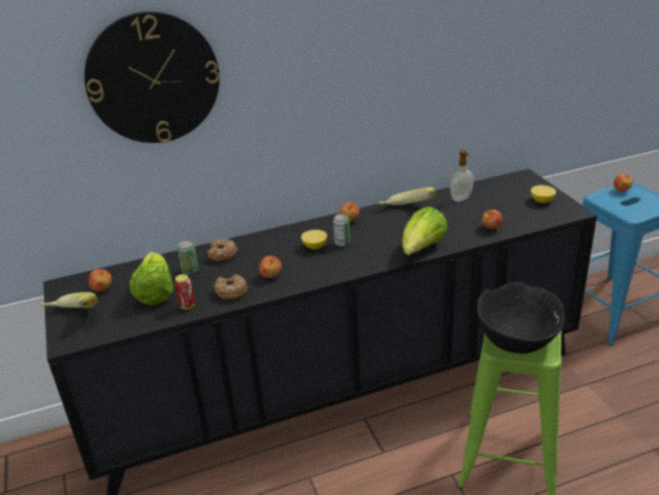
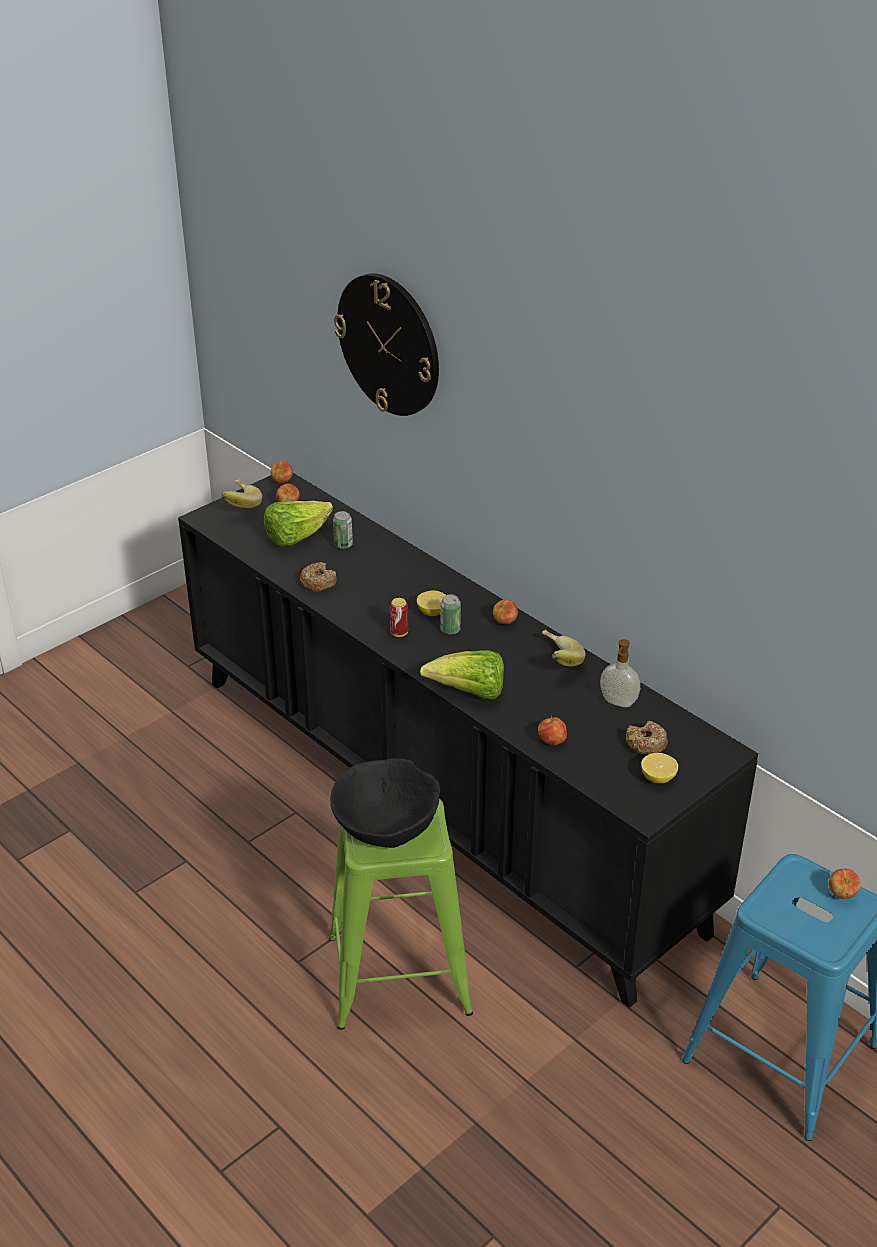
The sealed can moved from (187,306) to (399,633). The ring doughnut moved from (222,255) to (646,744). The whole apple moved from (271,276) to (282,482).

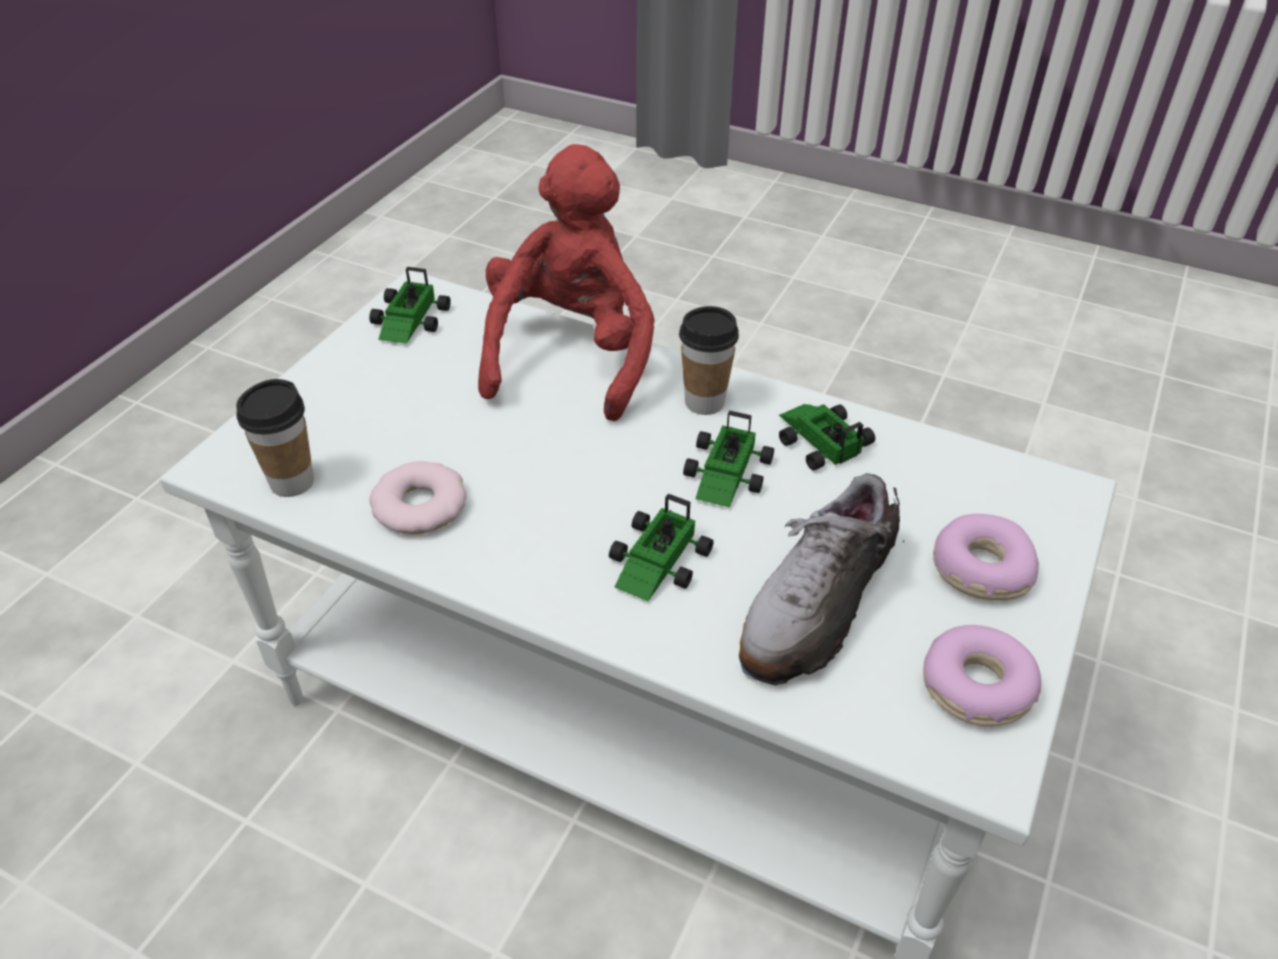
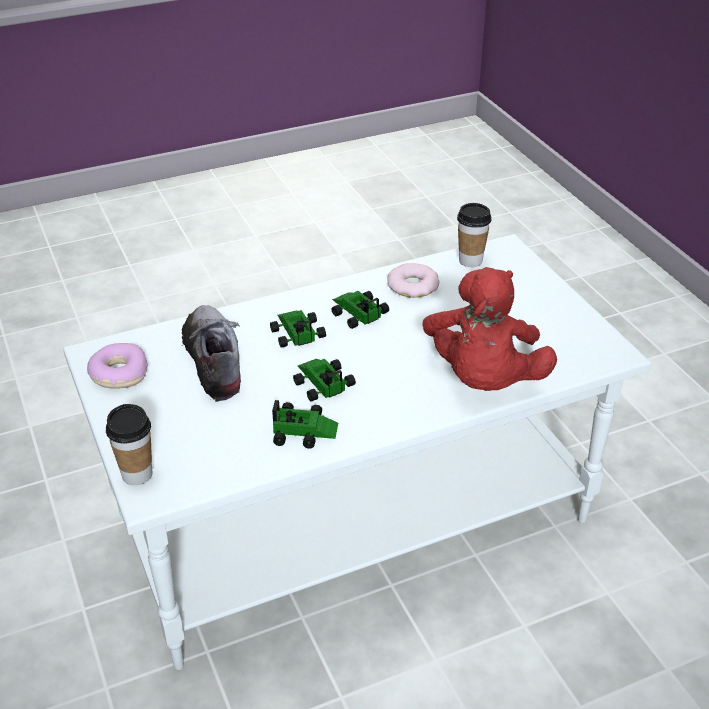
The ring doughnut at (979,569) disappeared. The miniature car moved from (408,321) to (356,310). The small cup moved from (704,402) to (137,474). The red-coloured soft toy at (571,355) turned 45 degrees clockwise.

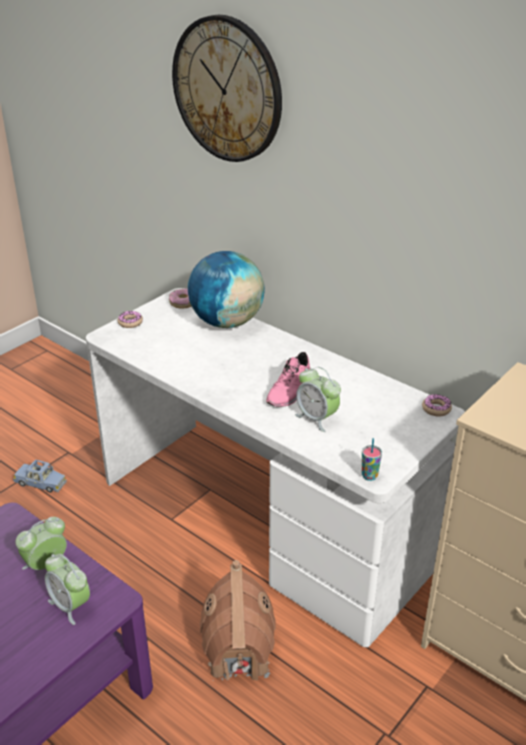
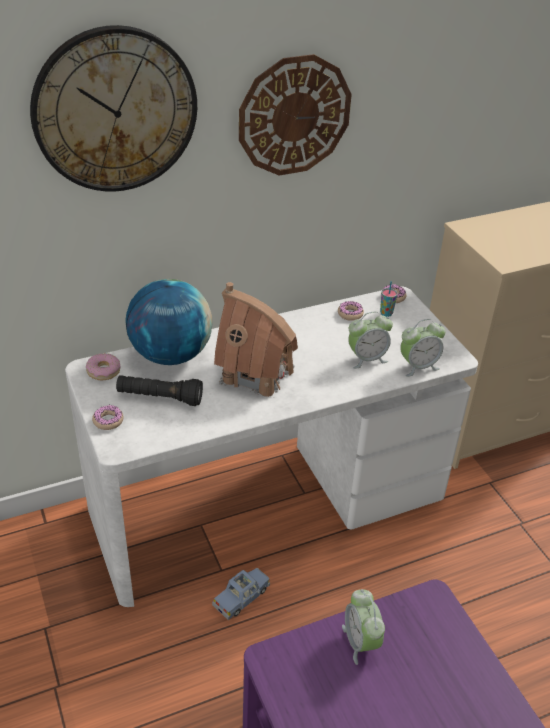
The pink-coloured shoe at (290,391) disappeared. The black torch at (159,398) appeared. The wall clock at (294,116) appeared. The ring doughnut at (350,314) appeared. The blue-coloured miniature car moved from (41,483) to (242,597). The table clock moved from (70,605) to (418,366). The miniature house moved from (238,653) to (256,374). The small cup moved from (369,476) to (386,313).

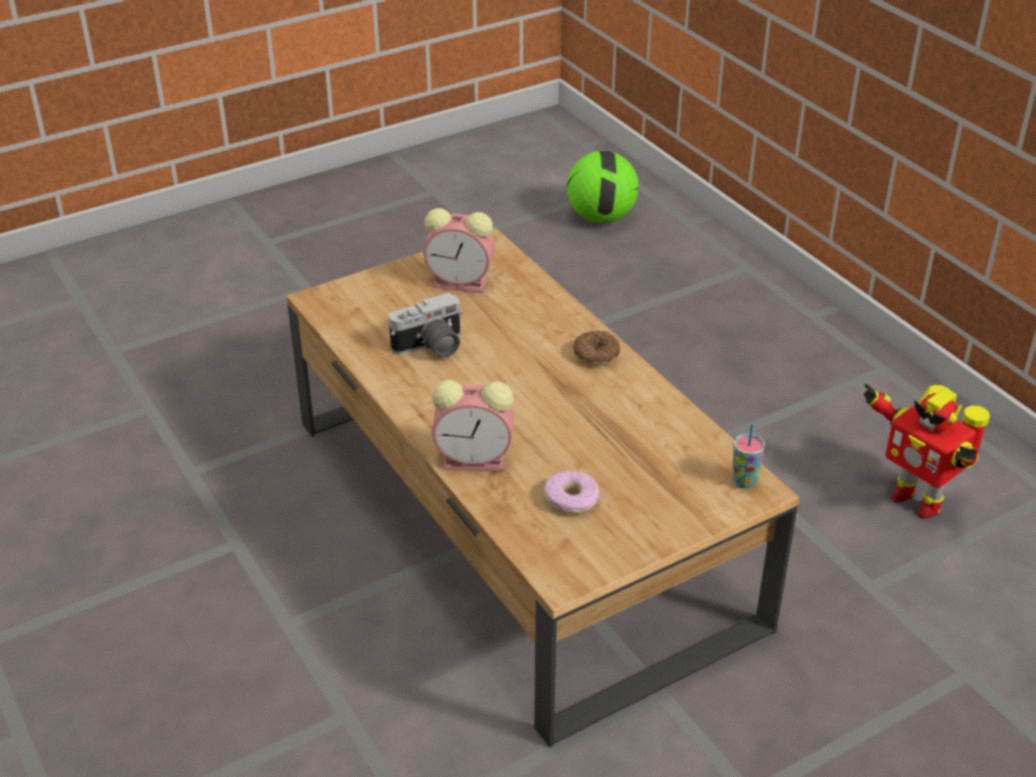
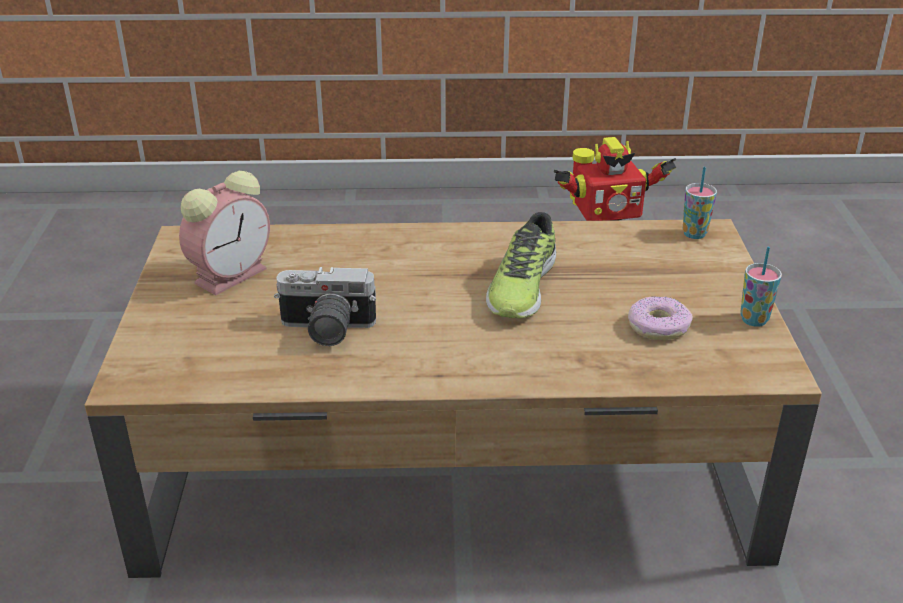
The table clock at (476,459) disappeared. The football at (601,218) disappeared. The ring doughnut at (596,355) disappeared. The shoe at (521,287) appeared. The small cup at (754,320) appeared. The photo camera at (431,348) turned 90 degrees clockwise.

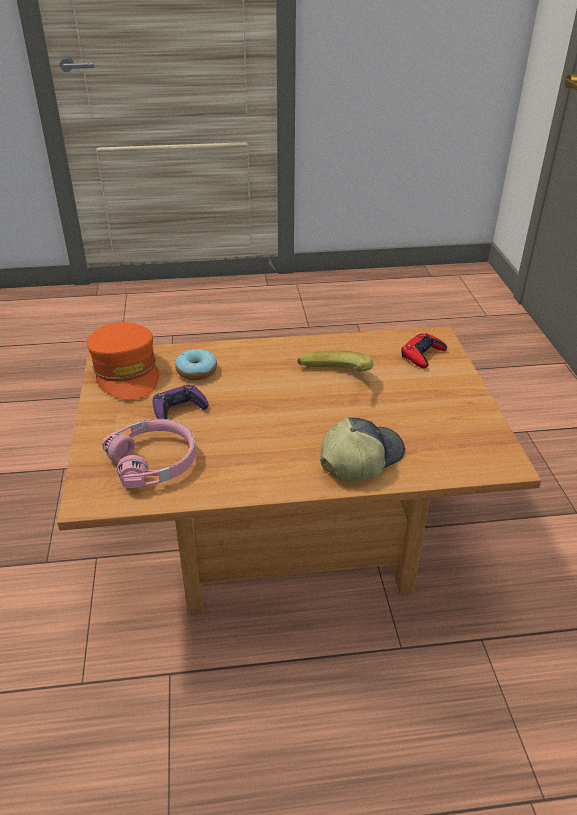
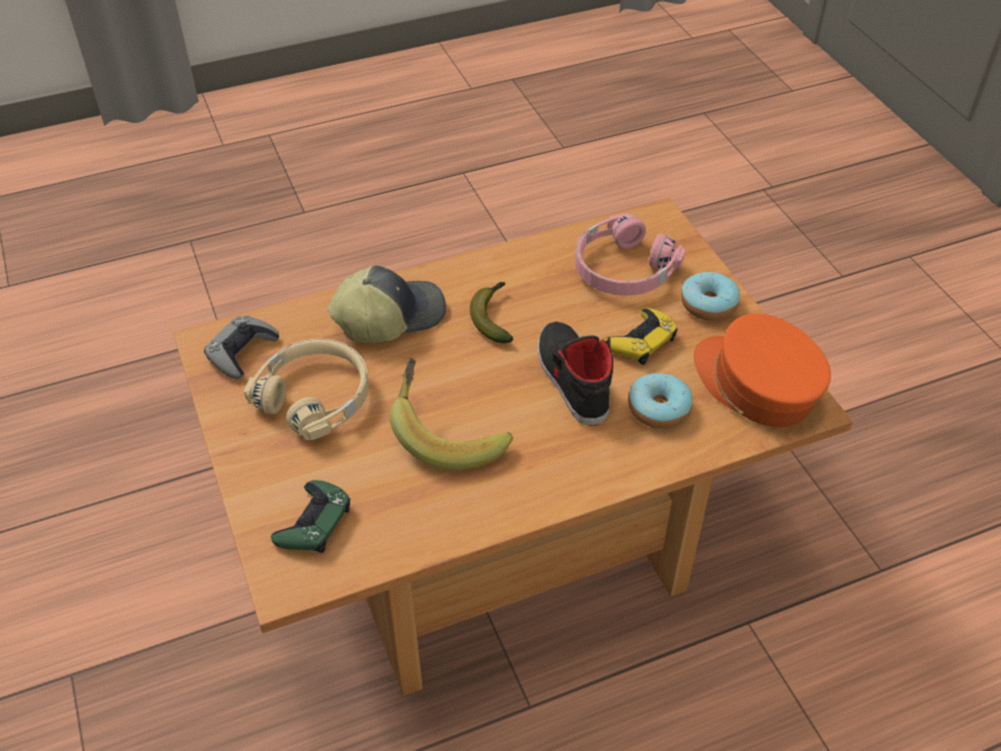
The gray gamepad at (242,352) appeared. The sand-coloured headset at (316,396) appeared. The banana fruit at (493,317) appeared. The black shoe at (571,378) appeared. The ring doughnut at (708,304) appeared. The purplish gamepad at (179,408) became the yellow gamepad at (641,341). The red-coloured gamepad at (422,355) became the green-coloured gamepad at (314,523). The peaked cap at (360,458) turned 150 degrees counterclockwise.

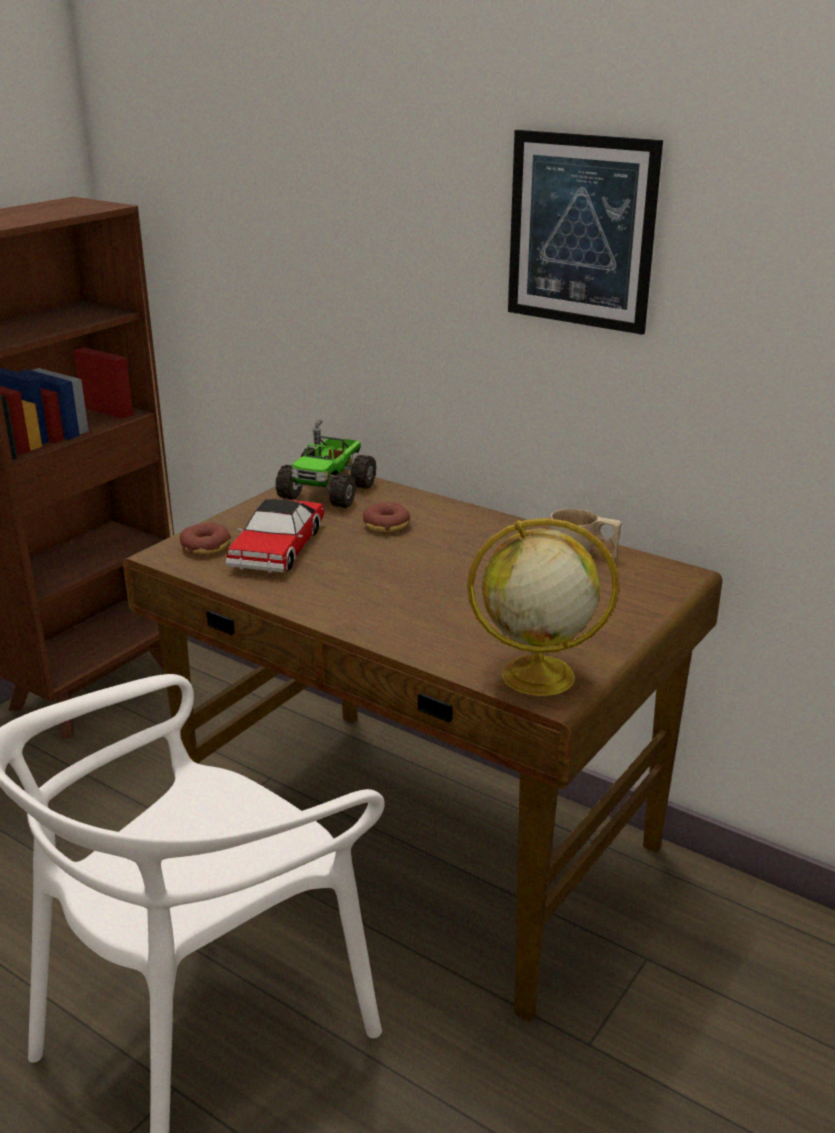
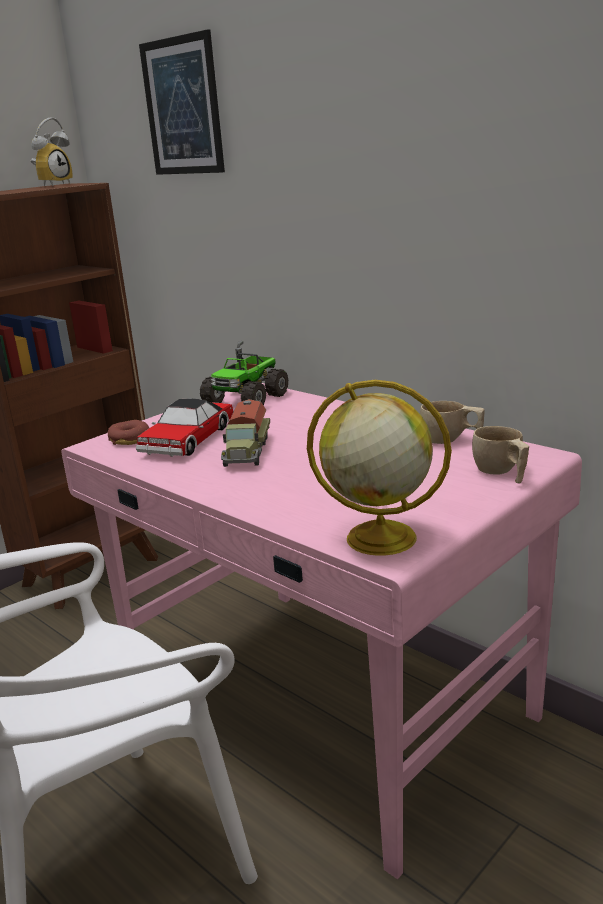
The ring doughnut at (386,525) disappeared. The table clock at (54,185) appeared. The toy truck at (246,451) appeared. The sand-coloured small cup at (501,473) appeared. The wall art moved from (581,231) to (182,107). The brown desk at (422,846) became the pink-coloured desk at (325,707).

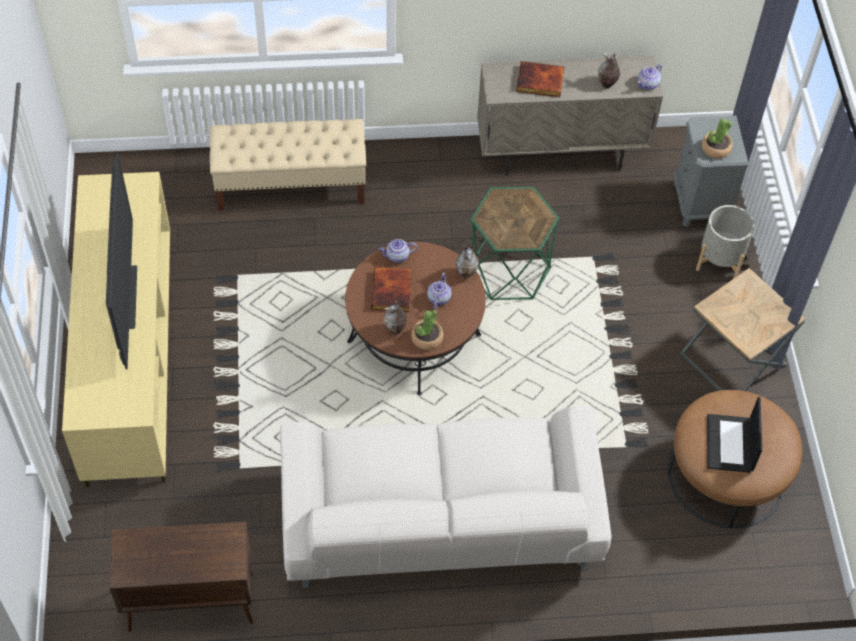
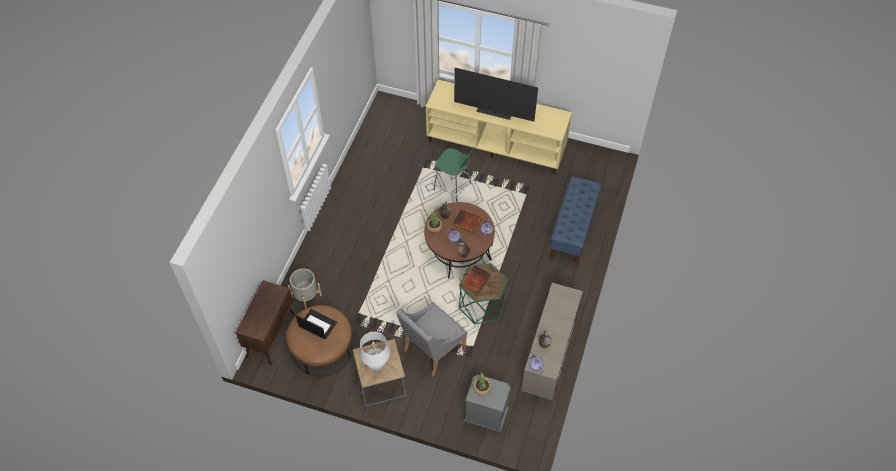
The whitish couch at (439,520) disappeared. The whitish tabletop lamp at (376,364) appeared. The gray lounge chair at (432,351) appeared. The green-coloured sitting stool at (453,187) appeared. The brown storage cabinet moved from (189,602) to (271,335). The book moved from (539,82) to (475,279). The gray flower pot moved from (720,260) to (306,296). The sand-coloured long seat at (291,186) became the blue-coloured long seat at (573,231).

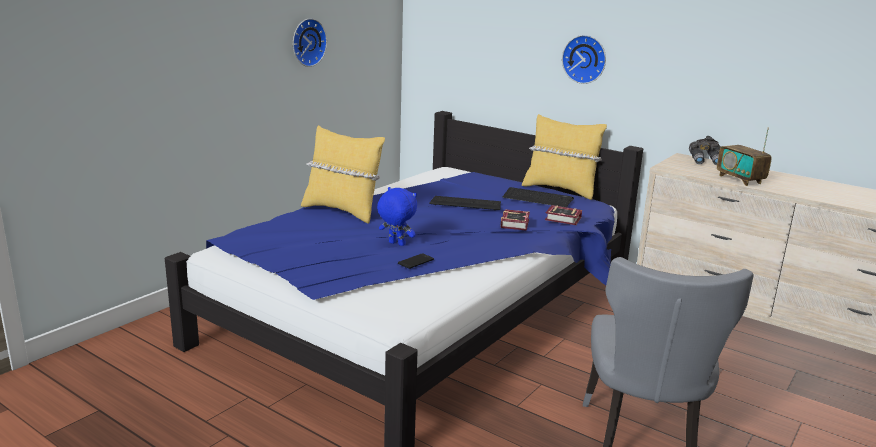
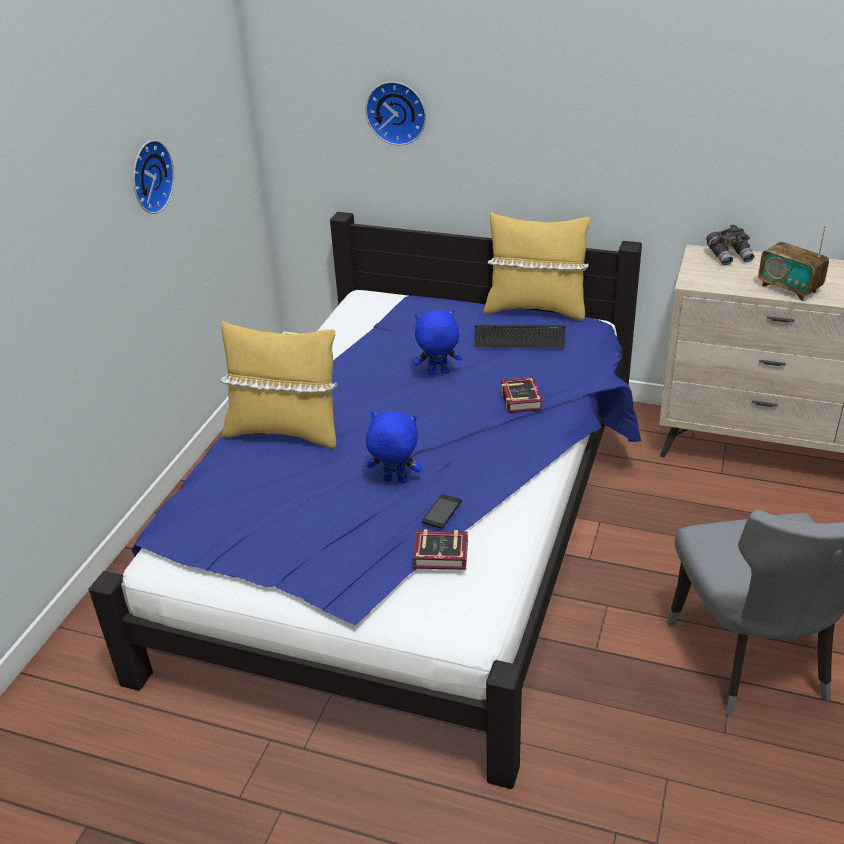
The book moved from (564,219) to (443,556). The wall clock moved from (585,59) to (397,112). The PC keyboard at (466,204) was replaced by the blue-coloured soft toy at (438,374).

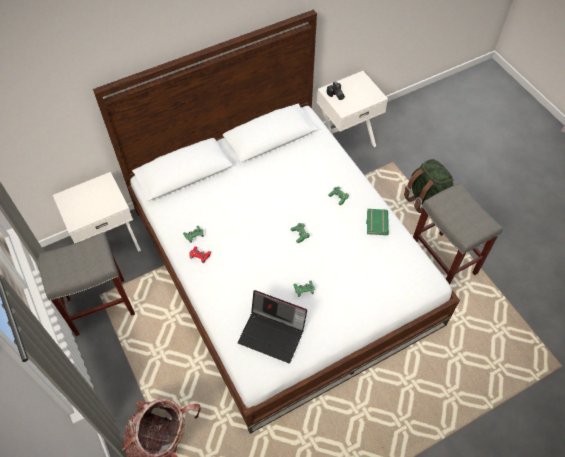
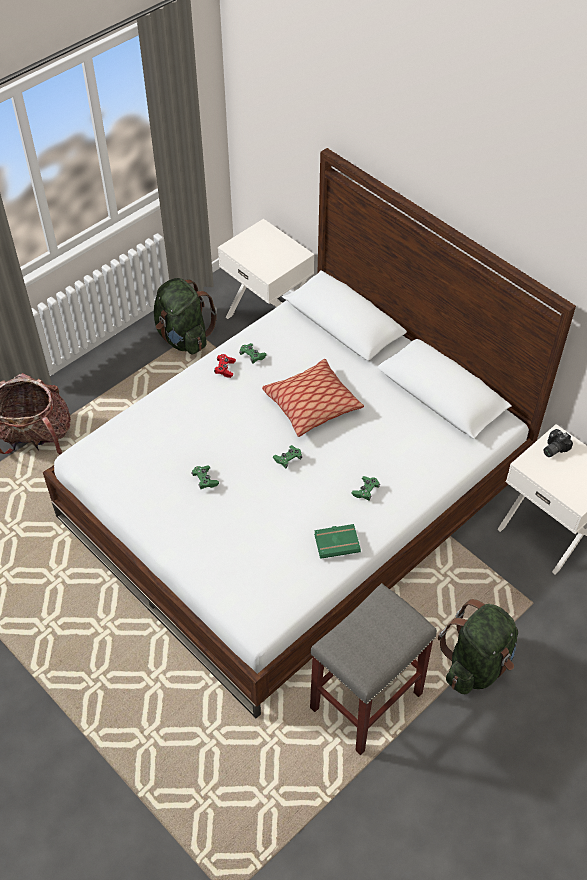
The laptop at (273,334) disappeared. The pillow at (312,404) appeared. The gray sitting stool at (101,305) was replaced by the green-coloured backpack at (183,338).

